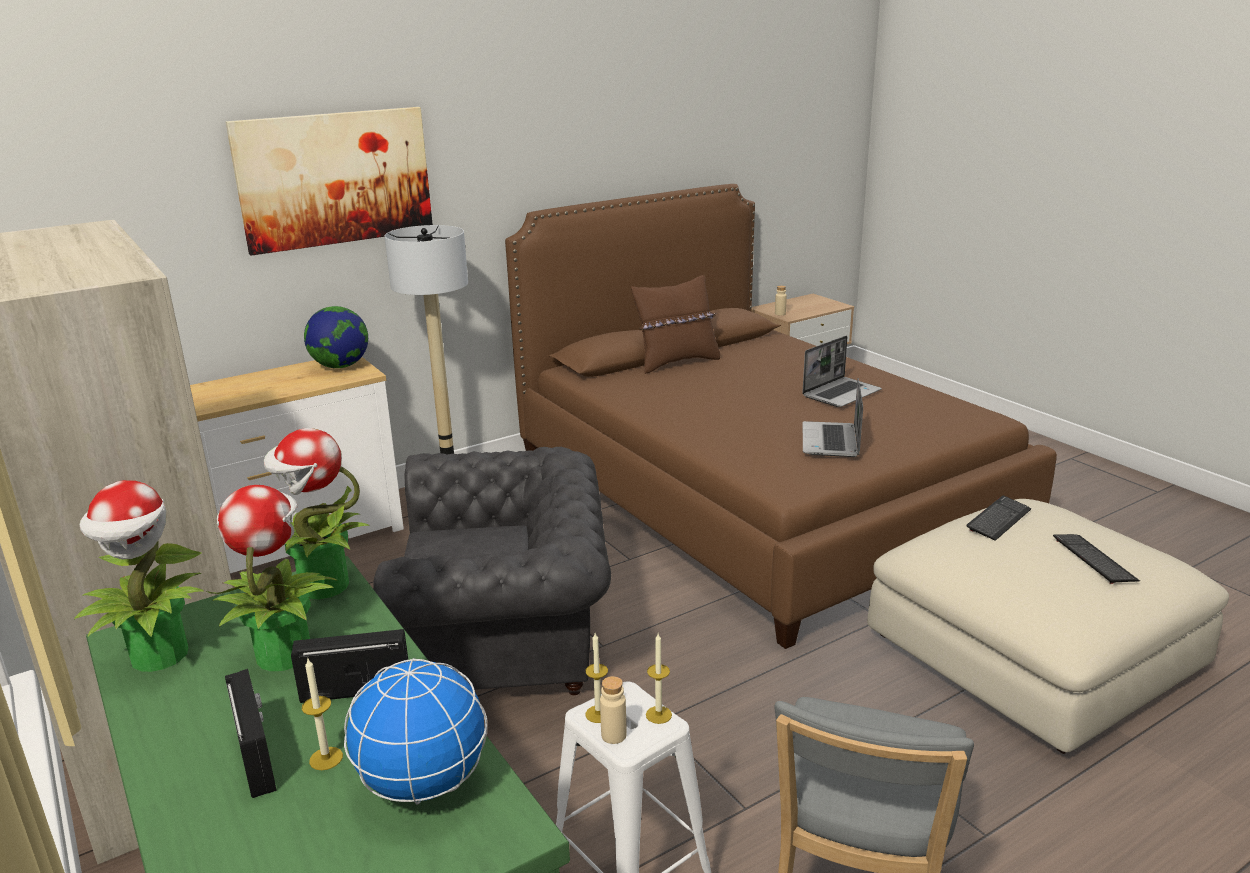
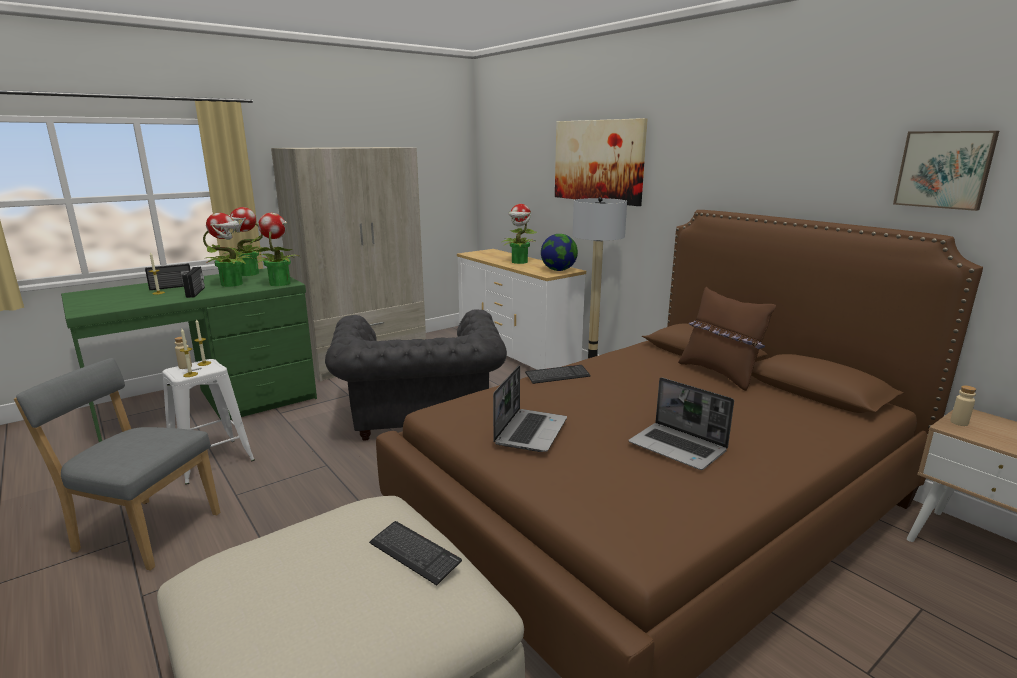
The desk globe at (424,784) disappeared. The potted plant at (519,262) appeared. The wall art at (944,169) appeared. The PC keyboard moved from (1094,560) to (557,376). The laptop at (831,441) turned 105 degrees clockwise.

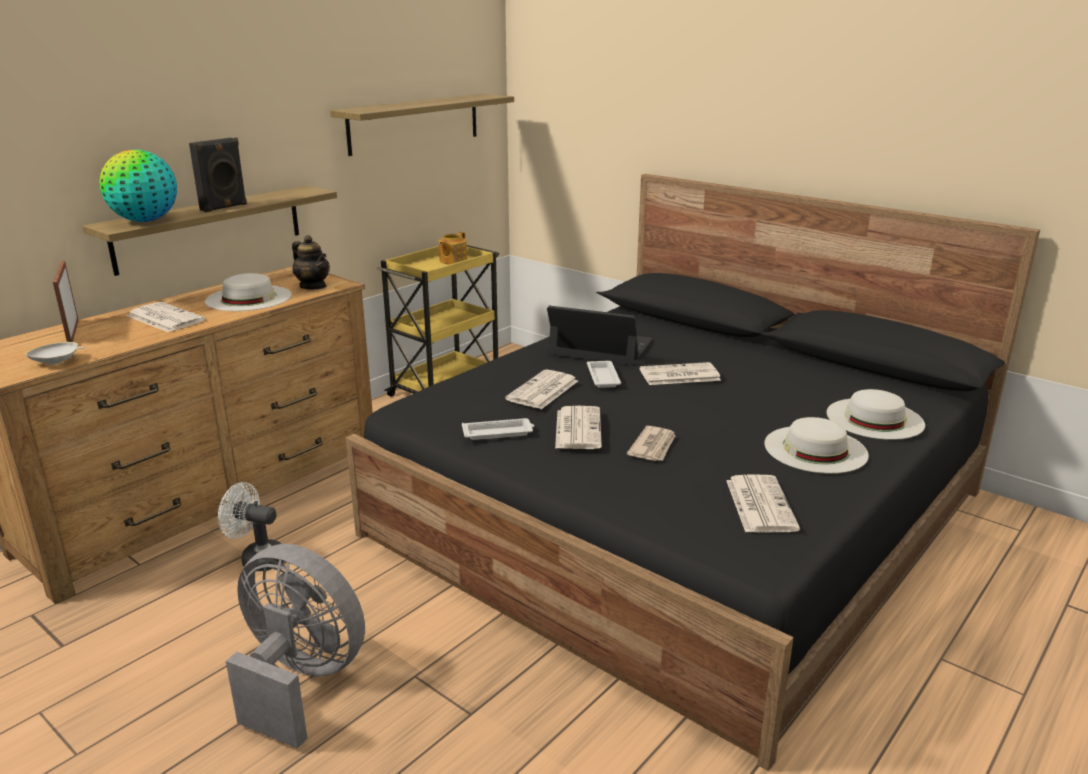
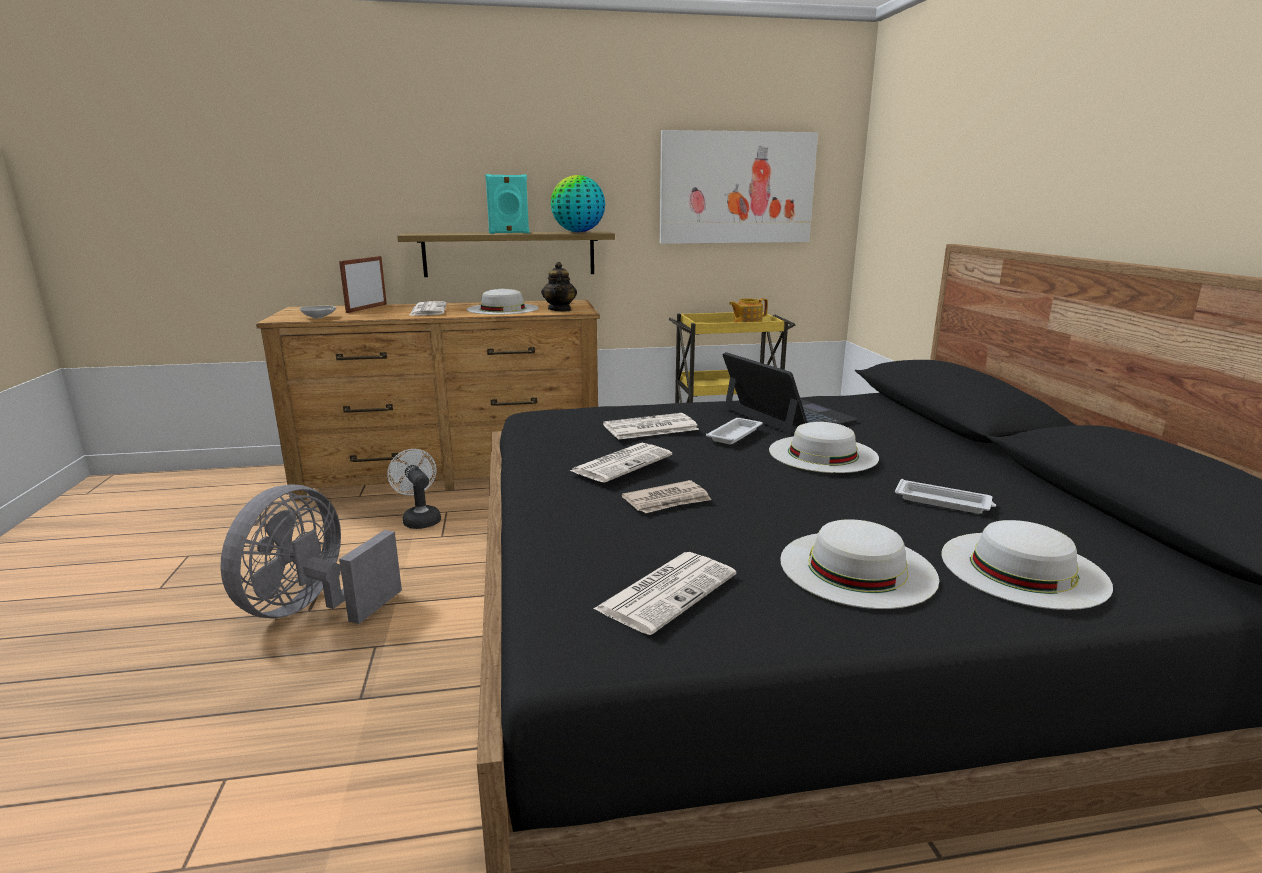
The desk globe moved from (145,221) to (578,232). The whitish tray moved from (498,433) to (944,502). The wall shelf at (414,123) was replaced by the wall art at (736,188). The daily paper at (678,375) was replaced by the whitish hat at (822,453). The black loudspeaker at (224,207) became the turquoise-coloured loudspeaker at (509,233). The gray electric fan at (300,681) turned 135 degrees counterclockwise.

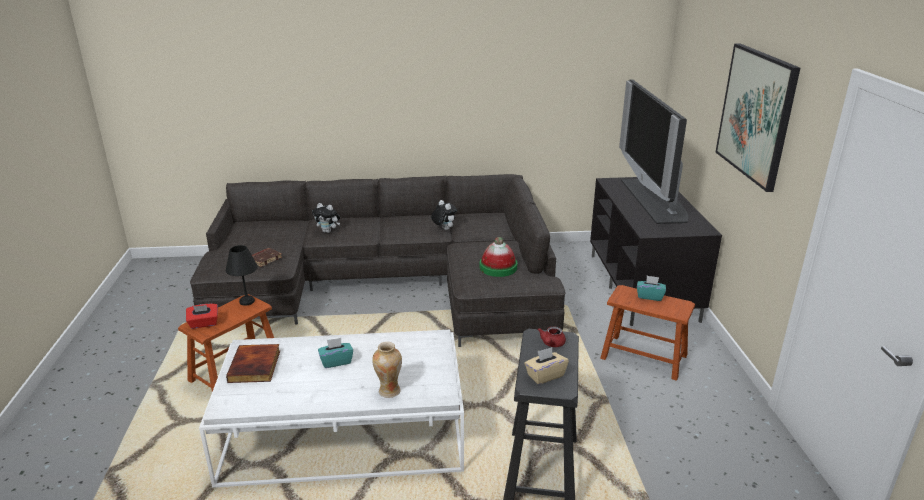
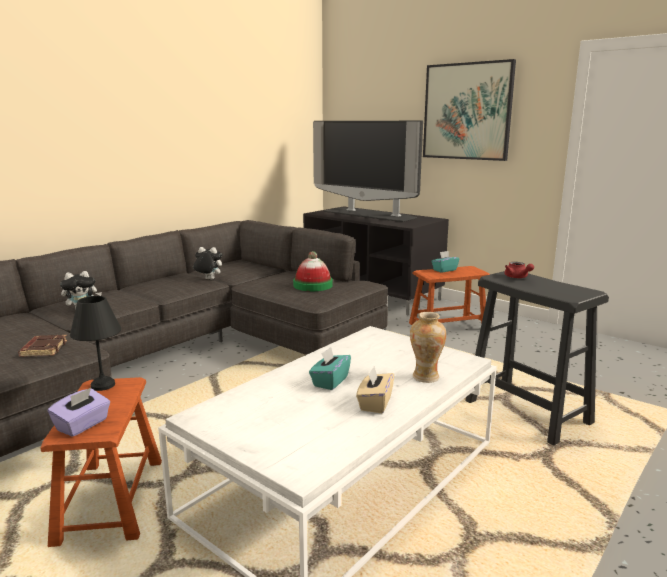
The book at (256,366) disappeared. The sand-coloured tissue box moved from (545,375) to (375,403). The red-coloured tissue box at (204,324) became the purplish tissue box at (83,425).

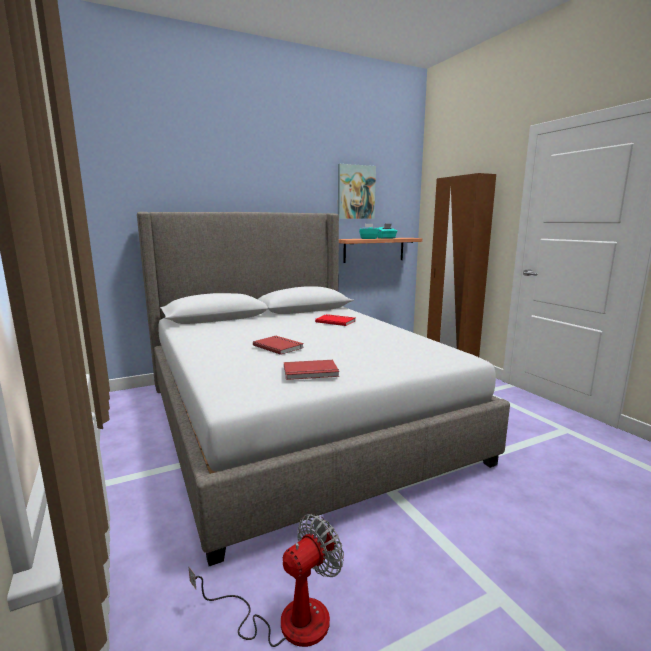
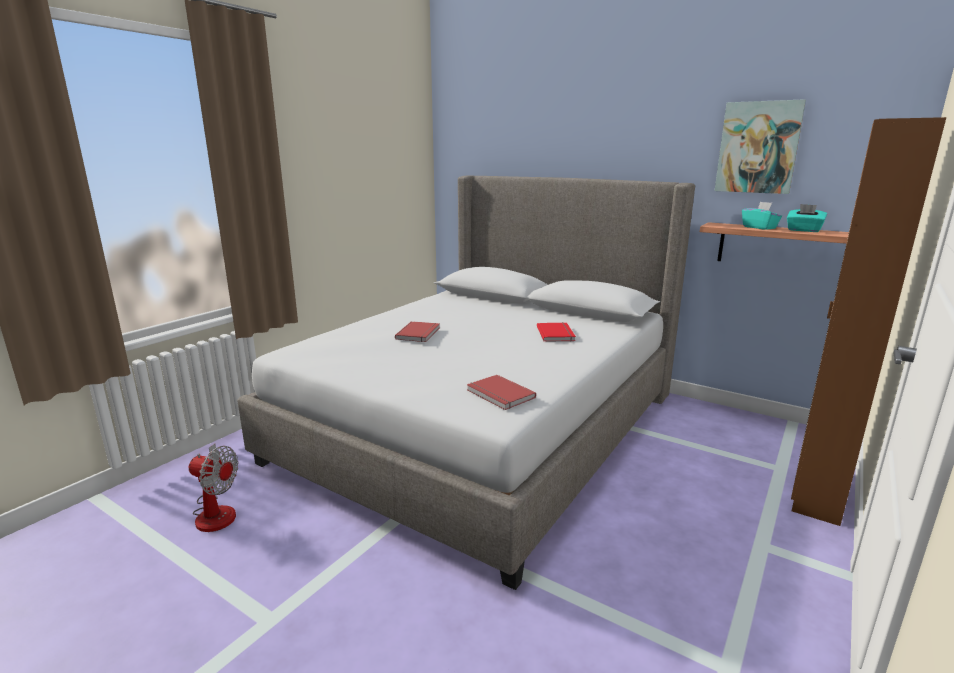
The red-coloured book moved from (311,372) to (499,395).

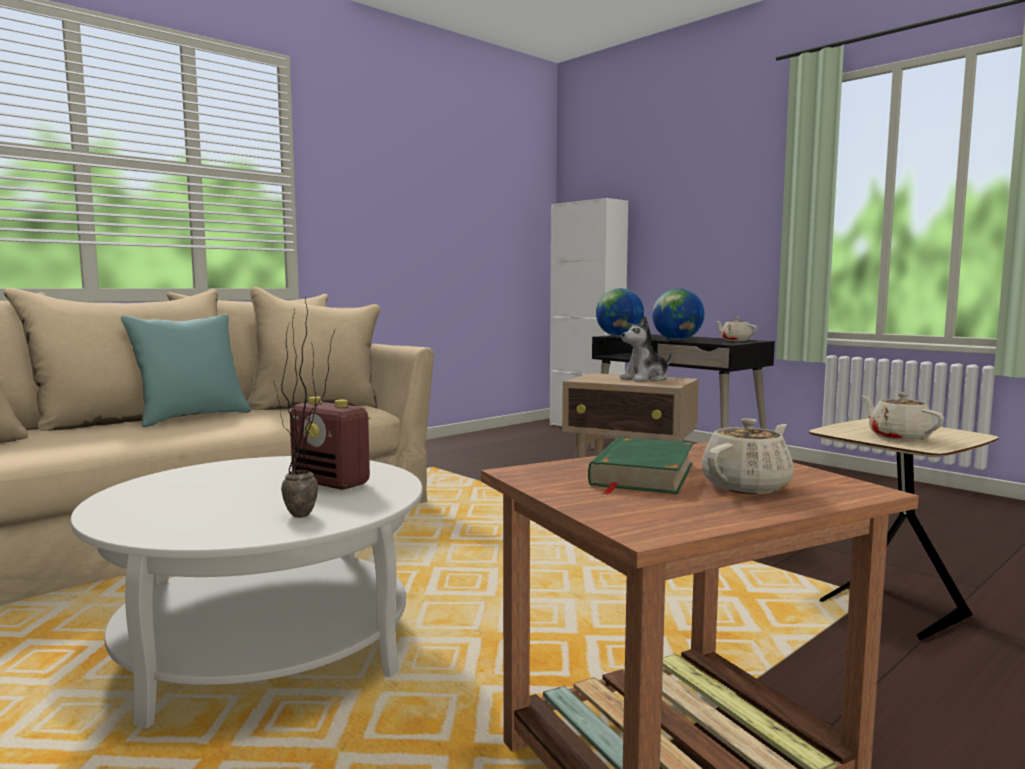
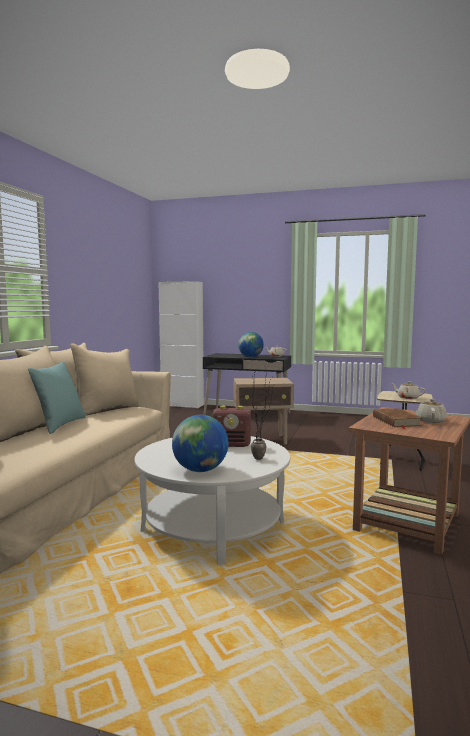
The soft toy at (646,379) disappeared. The desk globe moved from (619,336) to (200,470). The green-coloured book at (642,474) became the brown book at (396,421).

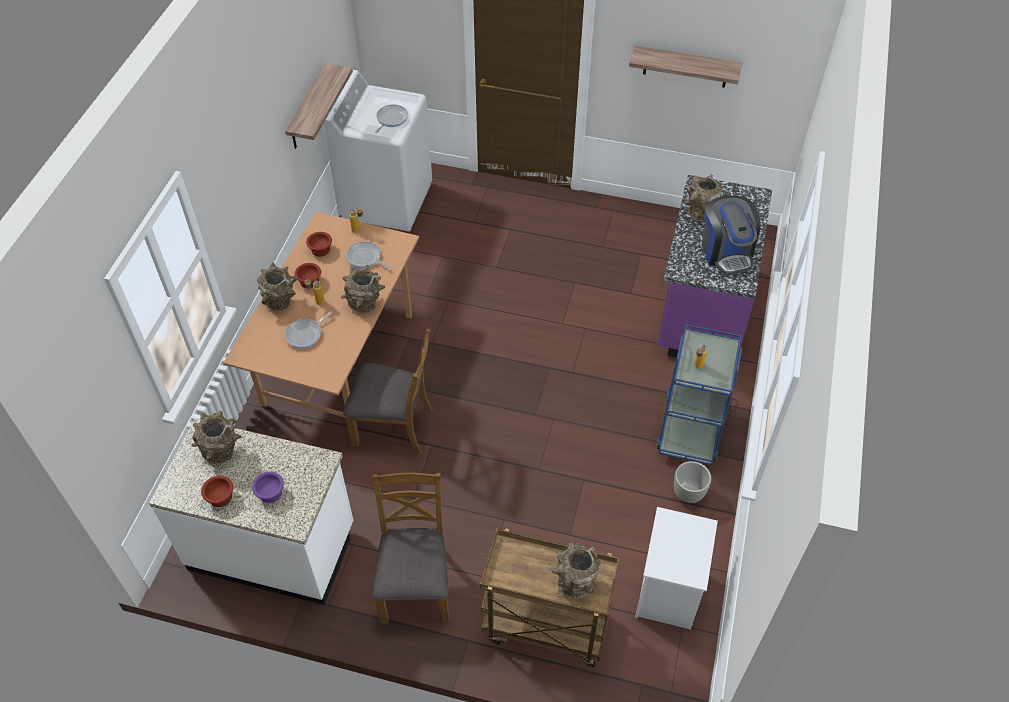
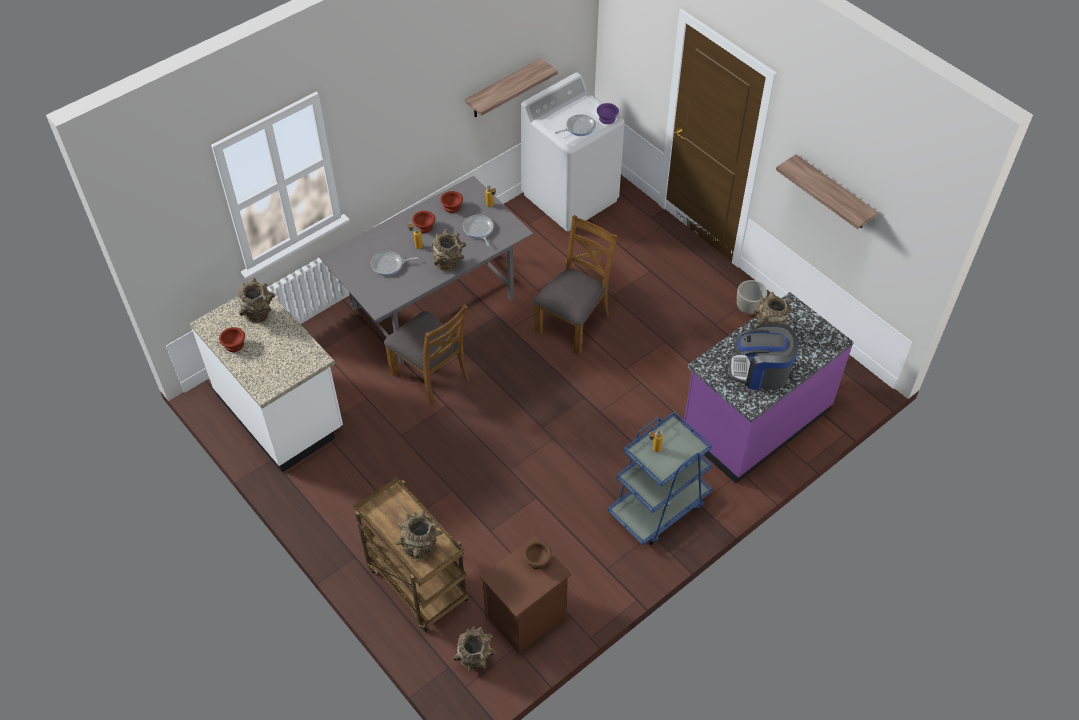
The brown bowl at (537,559) appeared. The purplish bowl moved from (271,492) to (607,118). The brown vase moved from (281,302) to (476,659). The brown upright chair moved from (415,584) to (573,323). The gray flower pot moved from (688,493) to (748,308). The brown dinner table at (339,360) became the gray dinner table at (432,304). The whitish night table at (669,593) became the brown night table at (526,619). The coffee maker at (726,251) turned 75 degrees clockwise.

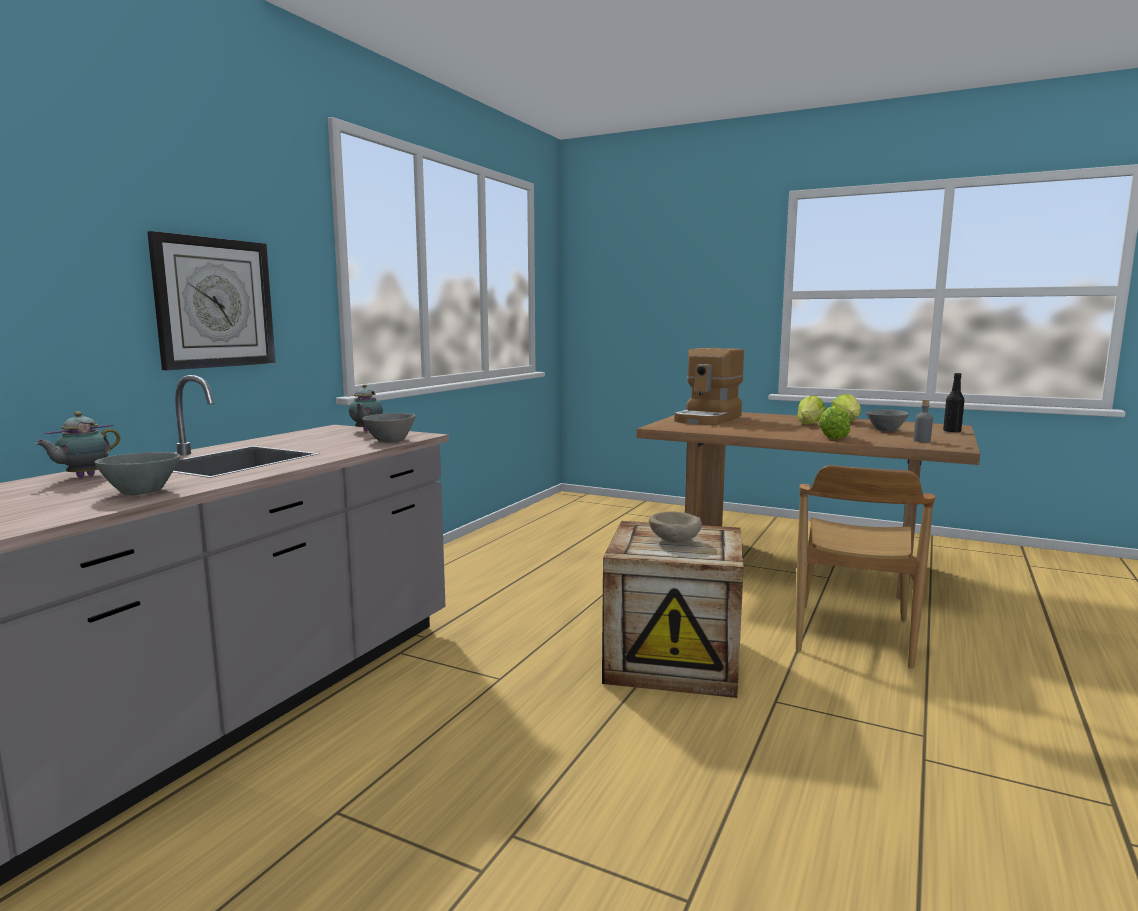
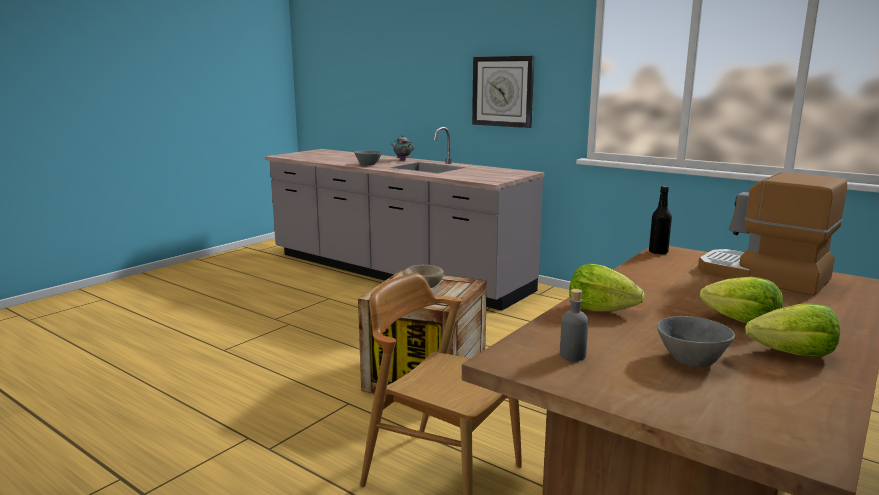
The pot for tea at (366,431) disappeared. The gray bowl at (389,440) disappeared. The black drink bottle moved from (952,431) to (658,252).

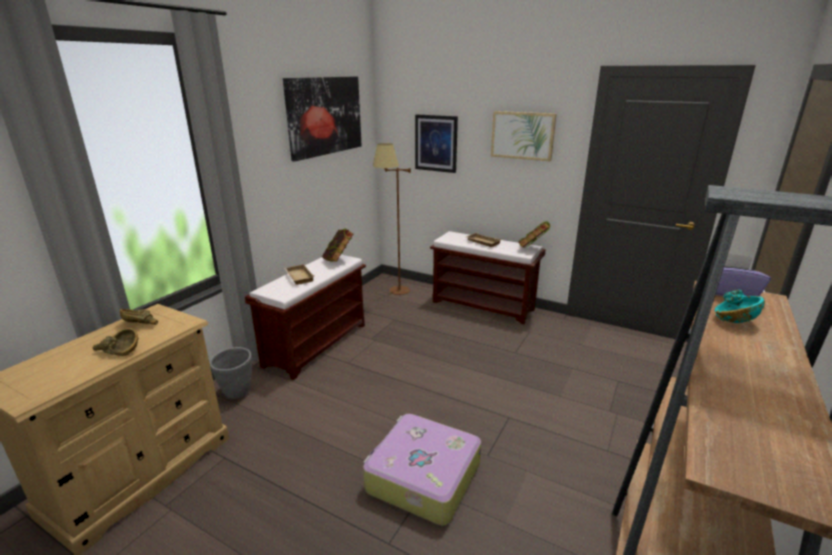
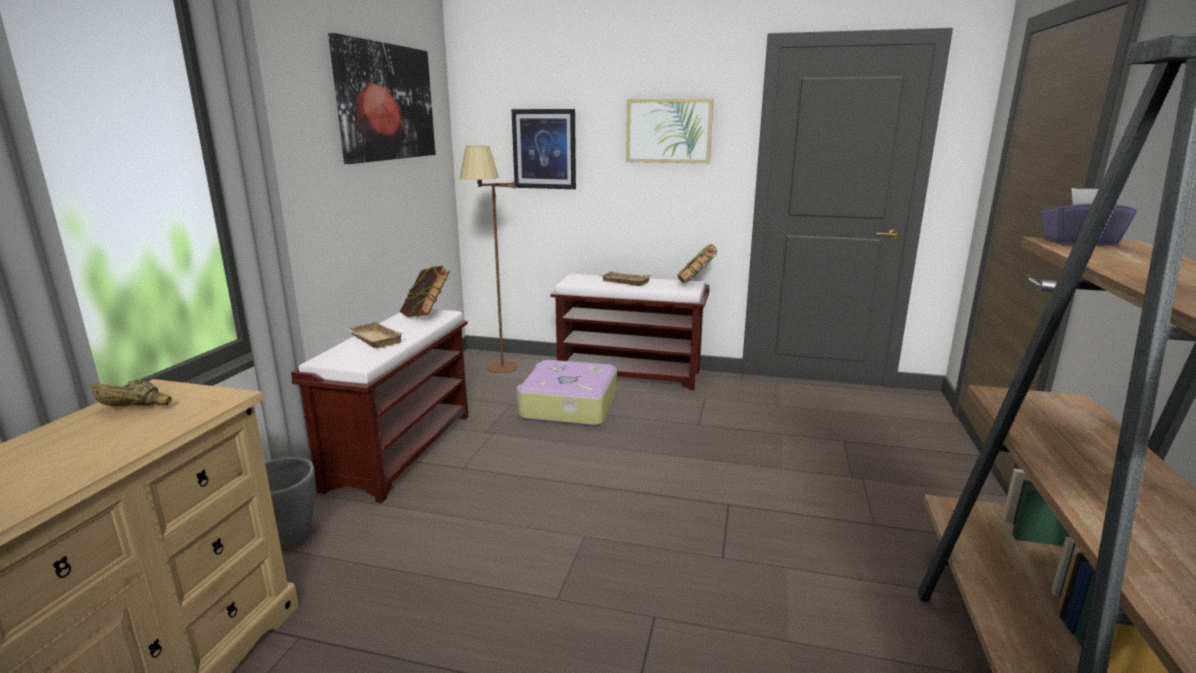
The brown bowl at (117,352) disappeared. The turquoise-coloured bowl at (731,315) disappeared. The suitcase moved from (422,477) to (567,406).

